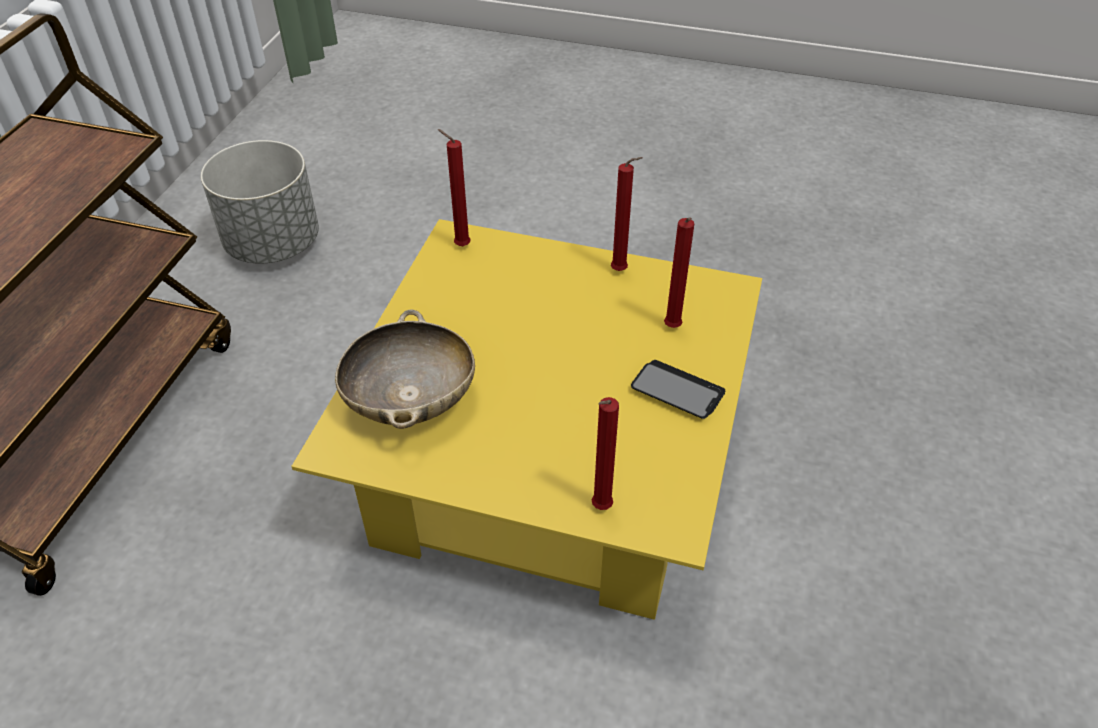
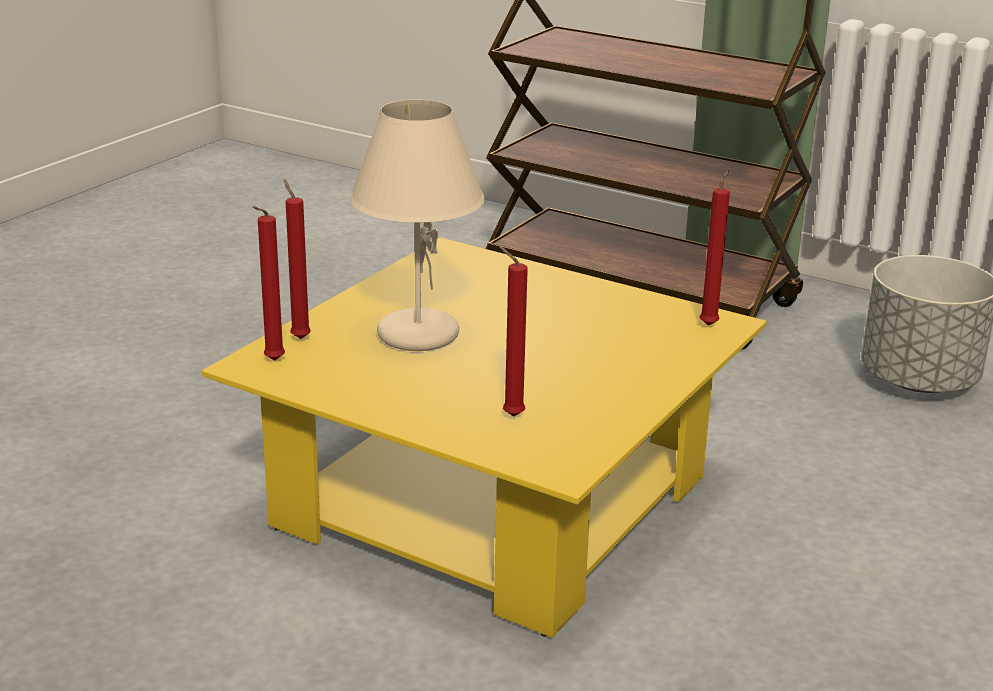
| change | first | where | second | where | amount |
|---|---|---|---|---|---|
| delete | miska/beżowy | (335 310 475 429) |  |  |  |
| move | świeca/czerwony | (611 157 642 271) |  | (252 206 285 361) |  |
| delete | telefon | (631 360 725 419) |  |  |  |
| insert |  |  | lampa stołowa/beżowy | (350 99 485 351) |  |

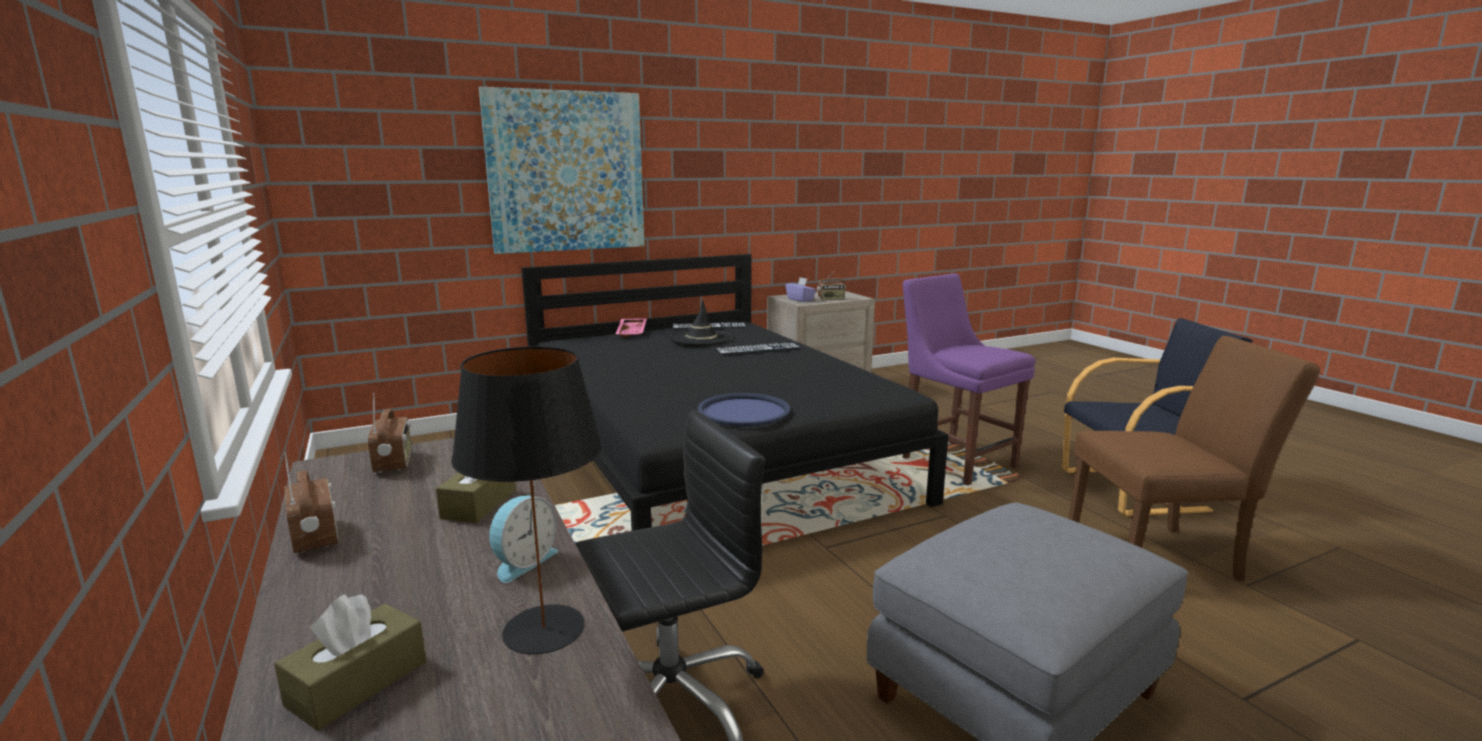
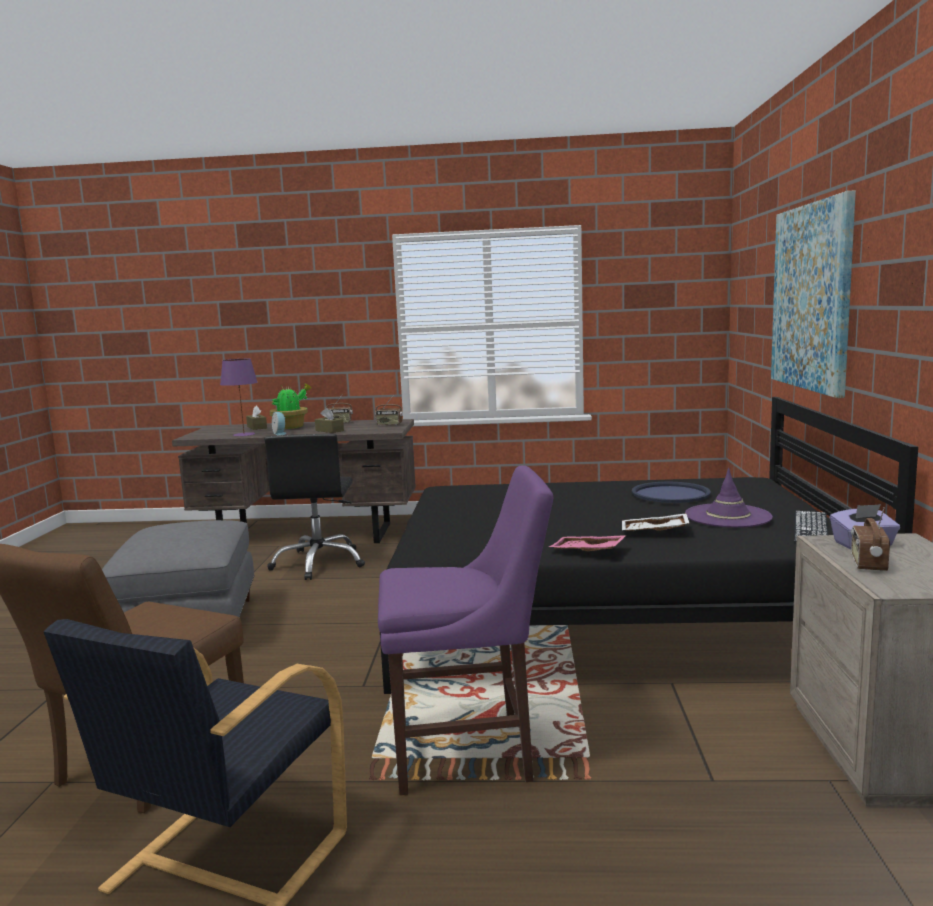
| change | first | where | second | where | amount |
|---|---|---|---|---|---|
| recolor | lampa stołowa/czarny | (451 346 602 654) | lampa stołowa/fioletowy | (220 359 258 437) |  |
| move | taca/różowy | (616 318 647 337) |  | (549 535 627 551) |  |
| recolor | kapelusz/czarny | (670 301 733 345) | kapelusz/fioletowy | (685 468 773 528) |  |
| move | taca/niebieski | (697 393 790 426) |  | (632 482 711 503) |  |
| replace | klawiatura | (715 342 800 355) | taca/biały | (622 513 689 531) |  |
| insert |  |  | roślina doniczkowa | (270 383 312 429) |  |

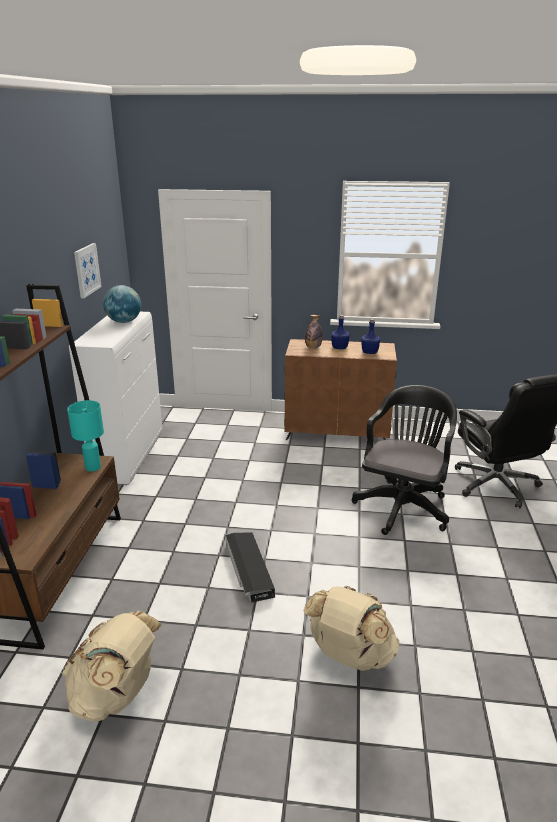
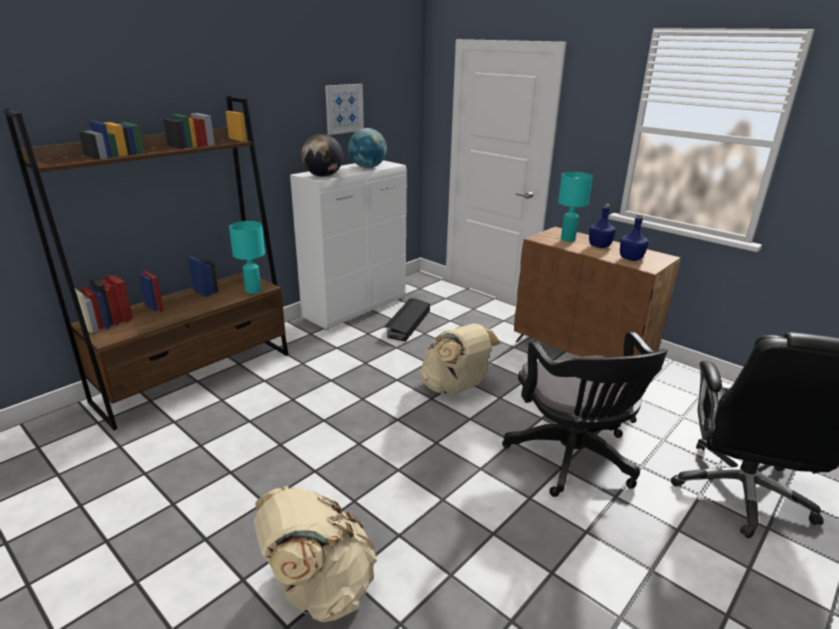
| change | first | where | second | where | amount |
|---|---|---|---|---|---|
| move | plecak/beżowy | (62 611 162 722) |  | (420 323 501 395) |  |
| move | pojemnik do przechowywania/czarny | (226 532 275 603) |  | (383 298 430 342) |  |
| replace | butelka | (305 315 322 349) | lampa stołowa/turkusowy | (558 172 593 242) |  |
| rotate | krzesło biurowe/czarny | (352 385 457 535) |  | (502 332 668 497) | 105 degrees clockwise |
| insert |  |  | globus | (301 134 343 177) |  |

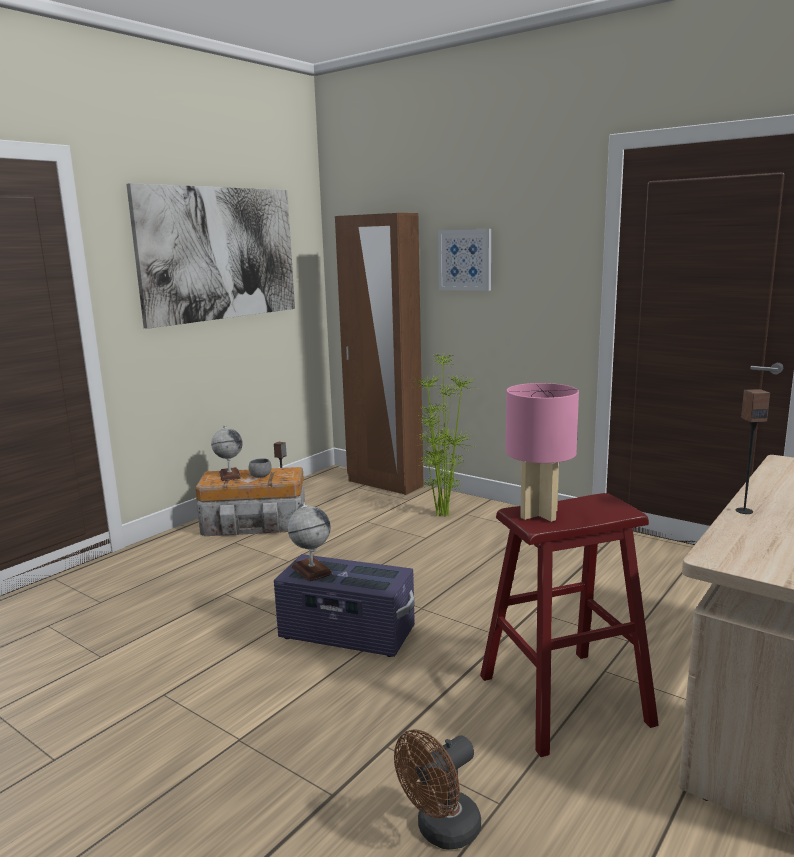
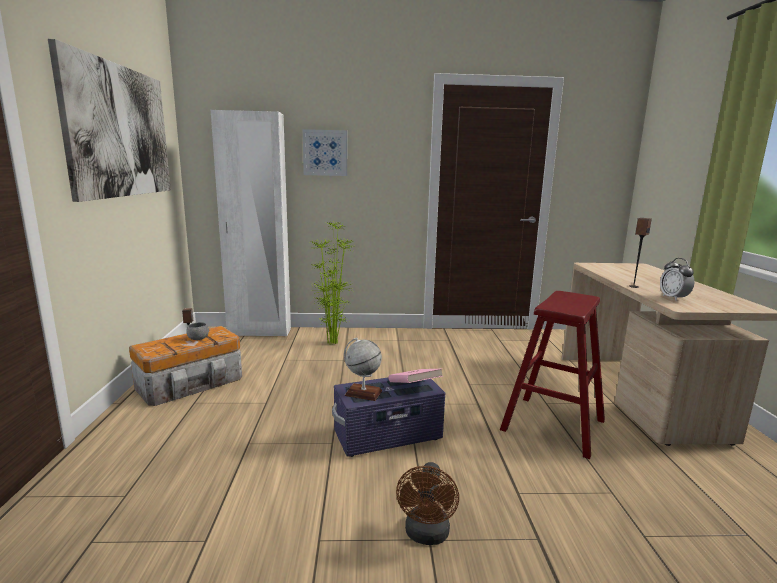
| change | first | where | second | where | amount |
|---|---|---|---|---|---|
| delete | globus | (211 425 243 481) |  |  |  |
| recolor | szafa/brązowy | (335 213 423 495) | szafa/biały | (211 110 291 336) |  |
| move | wentylator/brązowy | (394 729 481 849) |  | (396 462 459 545) |  |
| delete | lampa stołowa/różowy | (506 383 579 522) |  |  |  |
| insert |  |  | książka/różowy | (388 369 443 383) |  |
| insert |  |  | budzik | (660 258 695 301) |  |

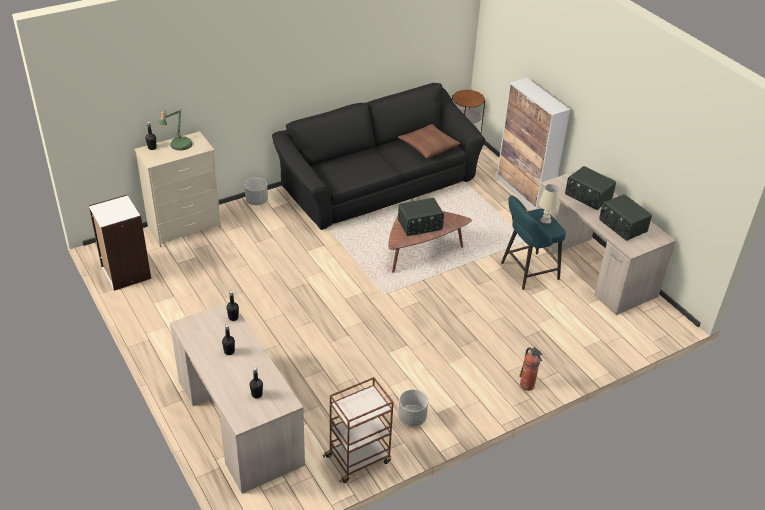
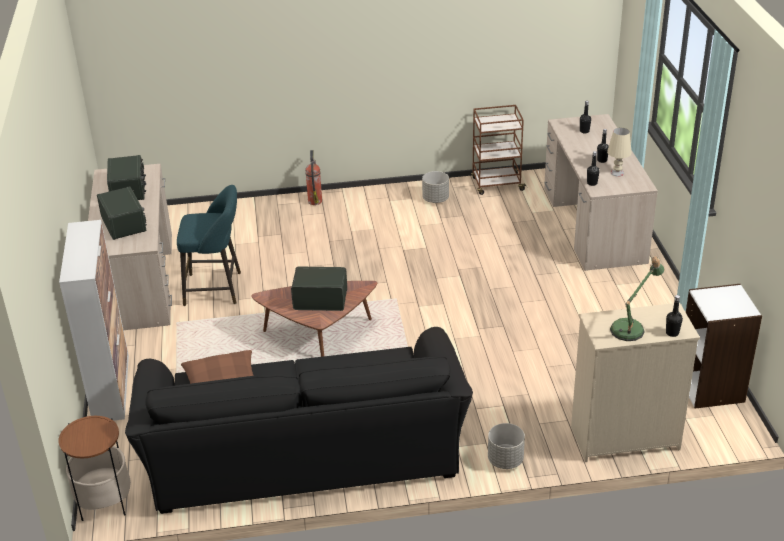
| change | first | where | second | where | amount |
|---|---|---|---|---|---|
| move | lampa stołowa/beżowy | (539 184 559 224) |  | (607 128 631 177) |  |

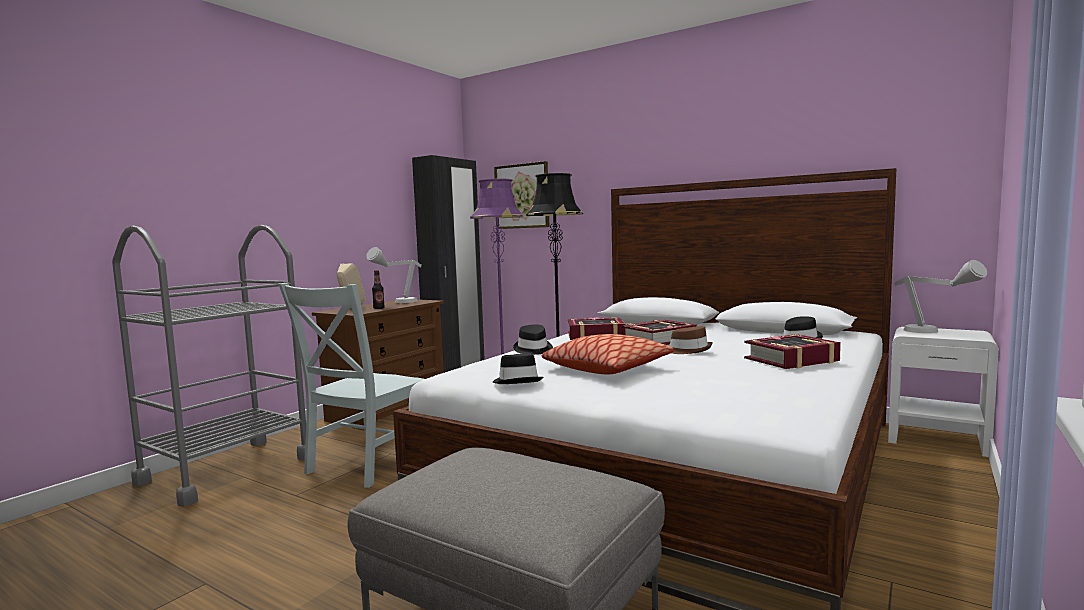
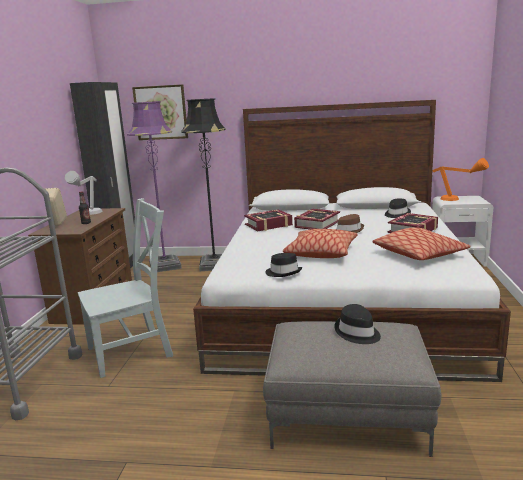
| change | first | where | second | where | amount |
|---|---|---|---|---|---|
| rotate | krzesło/szary | (279 283 424 488) |  | (78 198 173 378) | 120 degrees counterclockwise |
| move | kapelusz/czarny | (513 324 553 355) |  | (334 304 381 344) |  |
| recolor | lampa stołowa/szary | (894 260 987 333) | lampa stołowa/pomarańczowy | (432 158 489 201) |  |
| insert |  |  | poduszka | (372 227 471 260) |  |

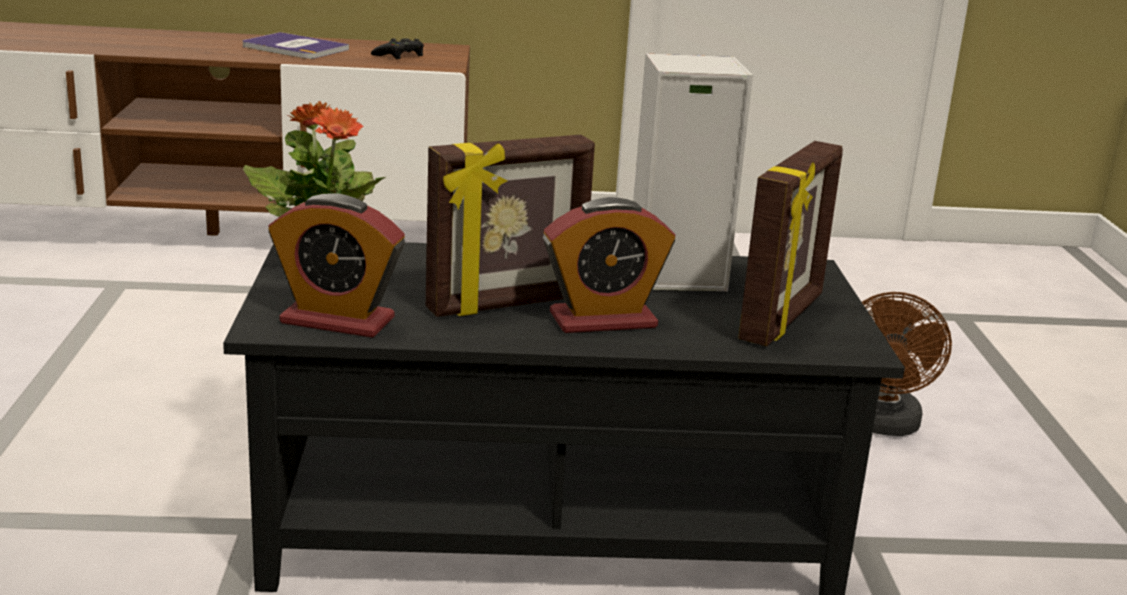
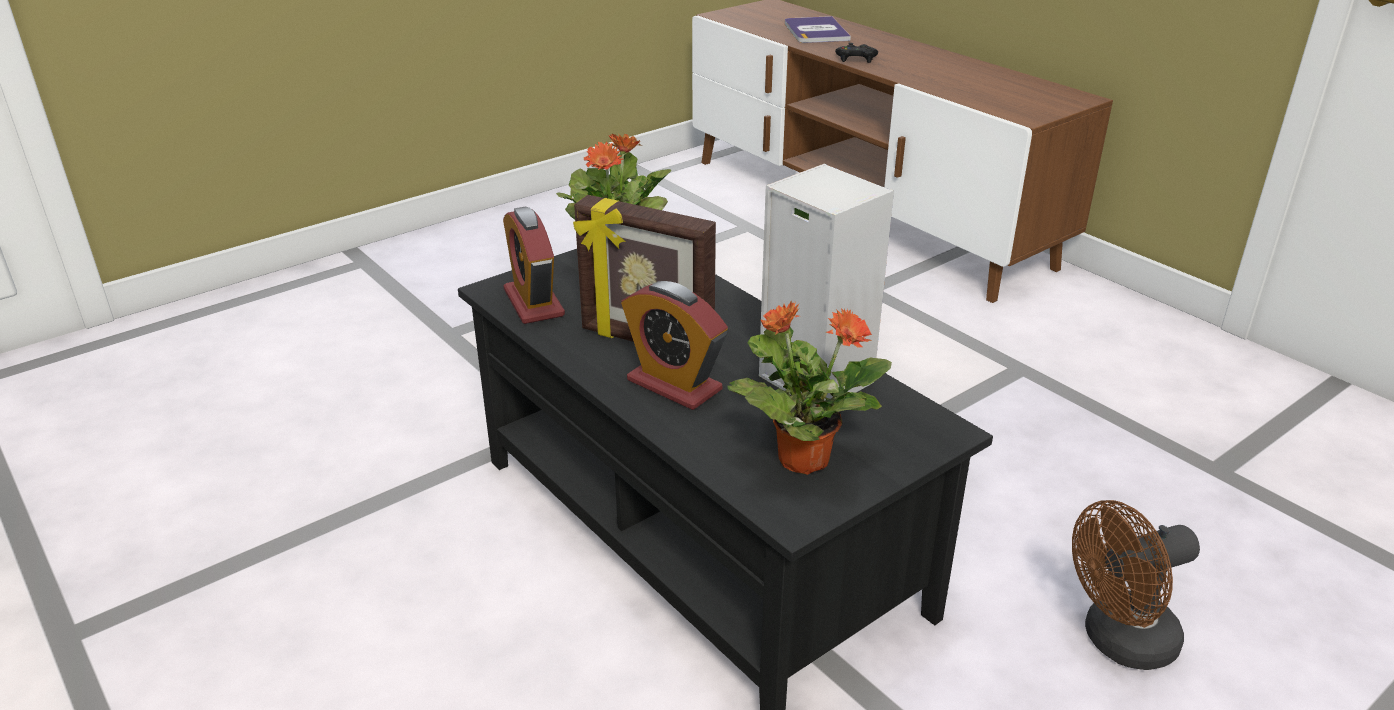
| change | first | where | second | where | amount |
|---|---|---|---|---|---|
| move | książka | (243 32 349 59) |  | (785 16 851 43) |  |
| move | pad do gier/czarny | (371 38 424 60) |  | (835 43 878 63) |  |
| replace | ramka na zdjęcie | (738 141 843 346) | roślina doniczkowa | (727 301 892 475) |  |

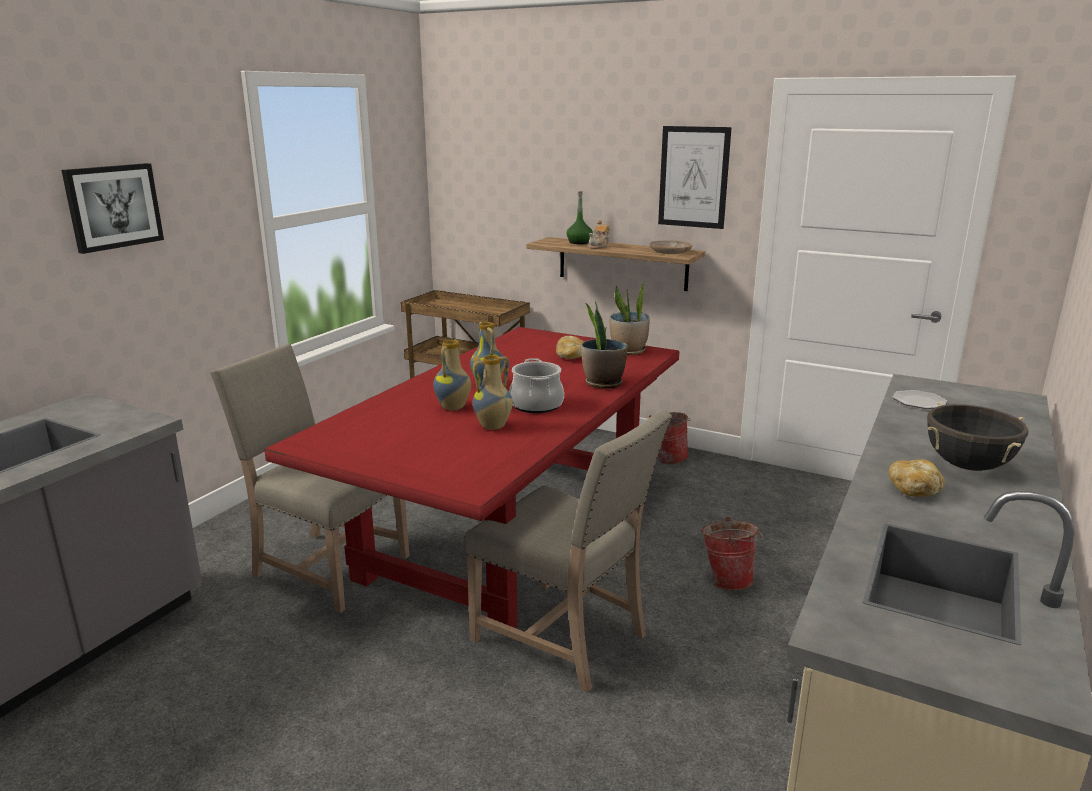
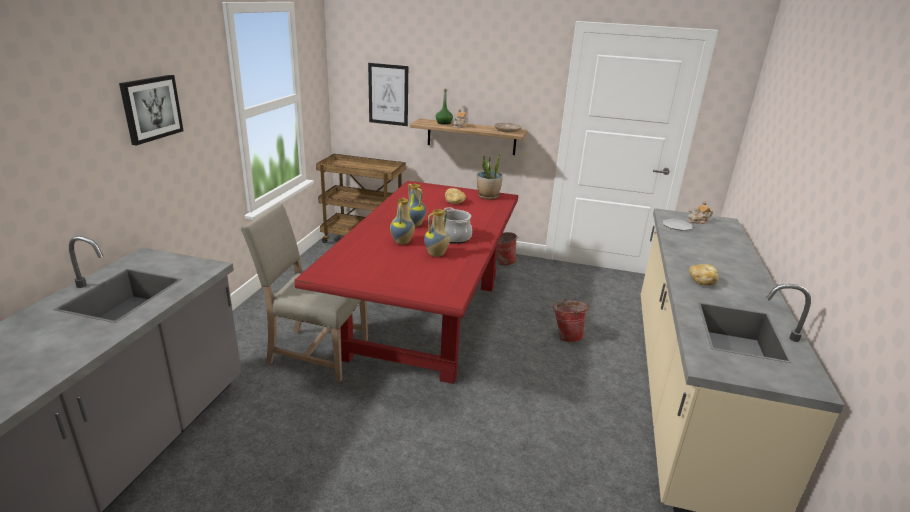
| change | first | where | second | where | amount |
|---|---|---|---|---|---|
| delete | krzesło/beżowy | (464 410 672 692) |  |  |  |
| delete | roślina doniczkowa | (581 301 628 389) |  |  |  |
| move | obraz | (658 126 732 229) |  | (368 63 408 126) |  |
| delete | garnek/czarny | (927 403 1029 471) |  |  |  |
| insert |  |  | imbryk | (688 201 713 224) |  |

